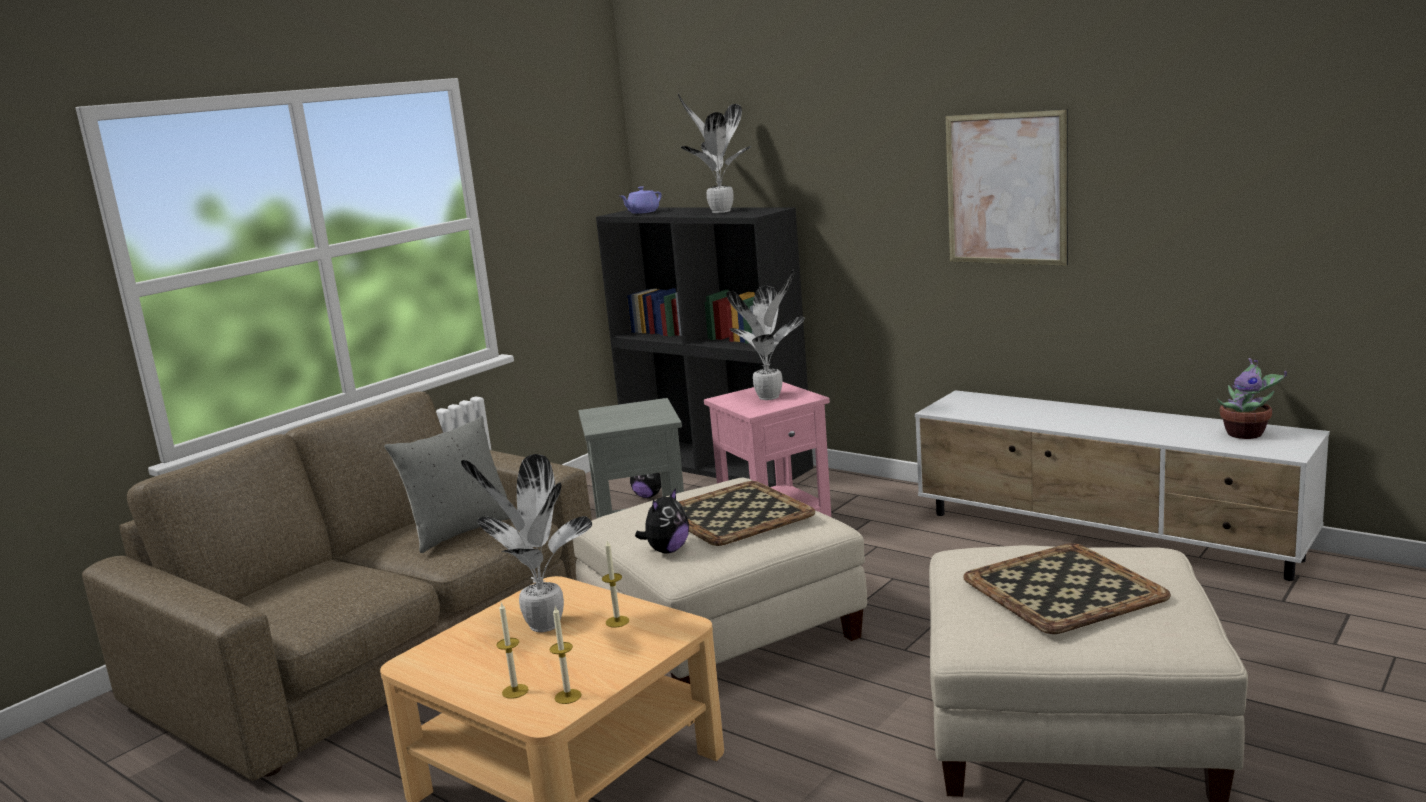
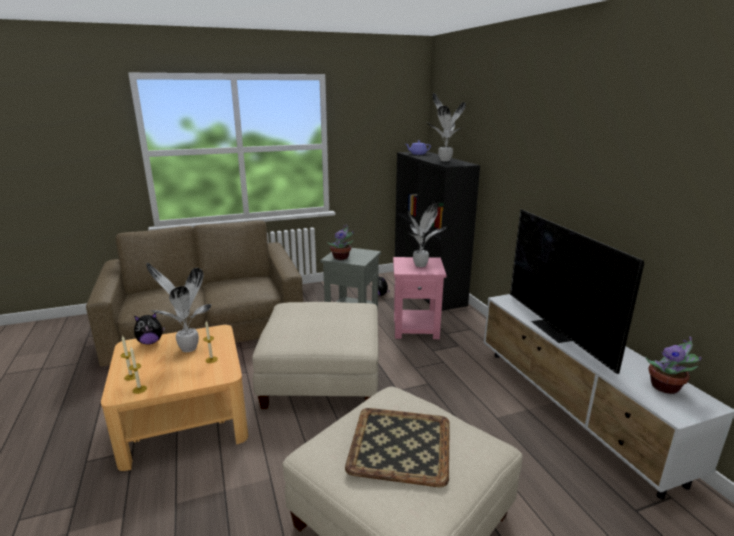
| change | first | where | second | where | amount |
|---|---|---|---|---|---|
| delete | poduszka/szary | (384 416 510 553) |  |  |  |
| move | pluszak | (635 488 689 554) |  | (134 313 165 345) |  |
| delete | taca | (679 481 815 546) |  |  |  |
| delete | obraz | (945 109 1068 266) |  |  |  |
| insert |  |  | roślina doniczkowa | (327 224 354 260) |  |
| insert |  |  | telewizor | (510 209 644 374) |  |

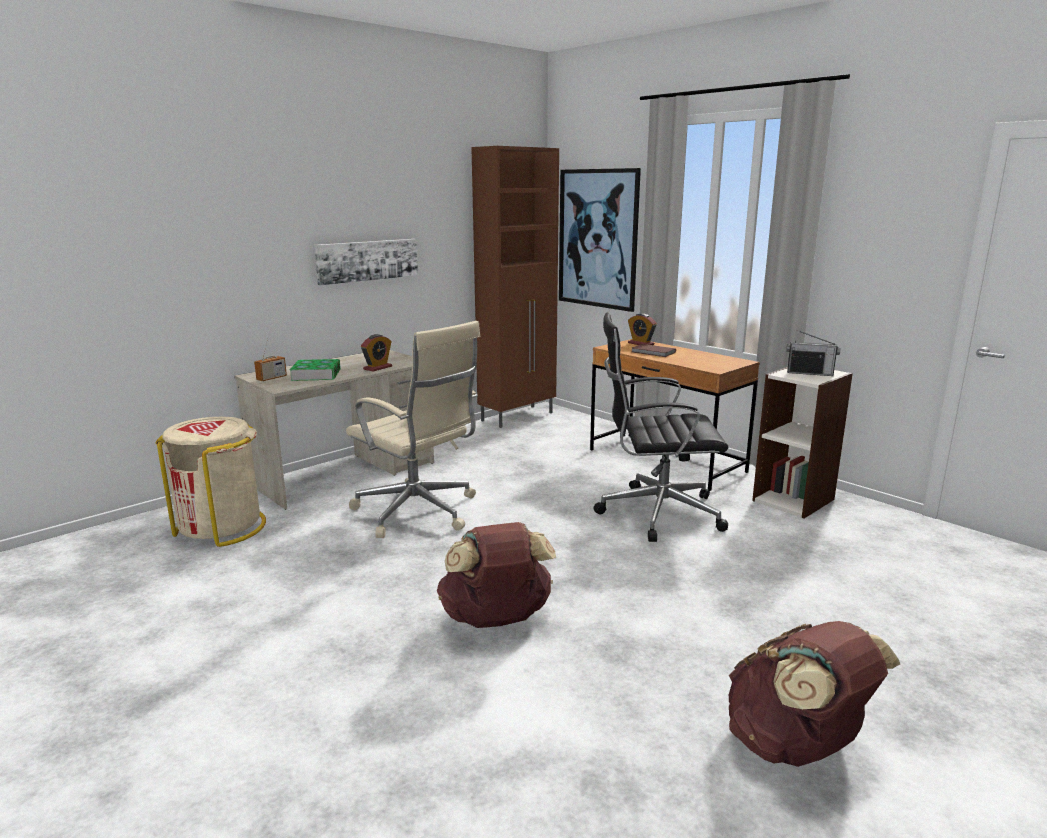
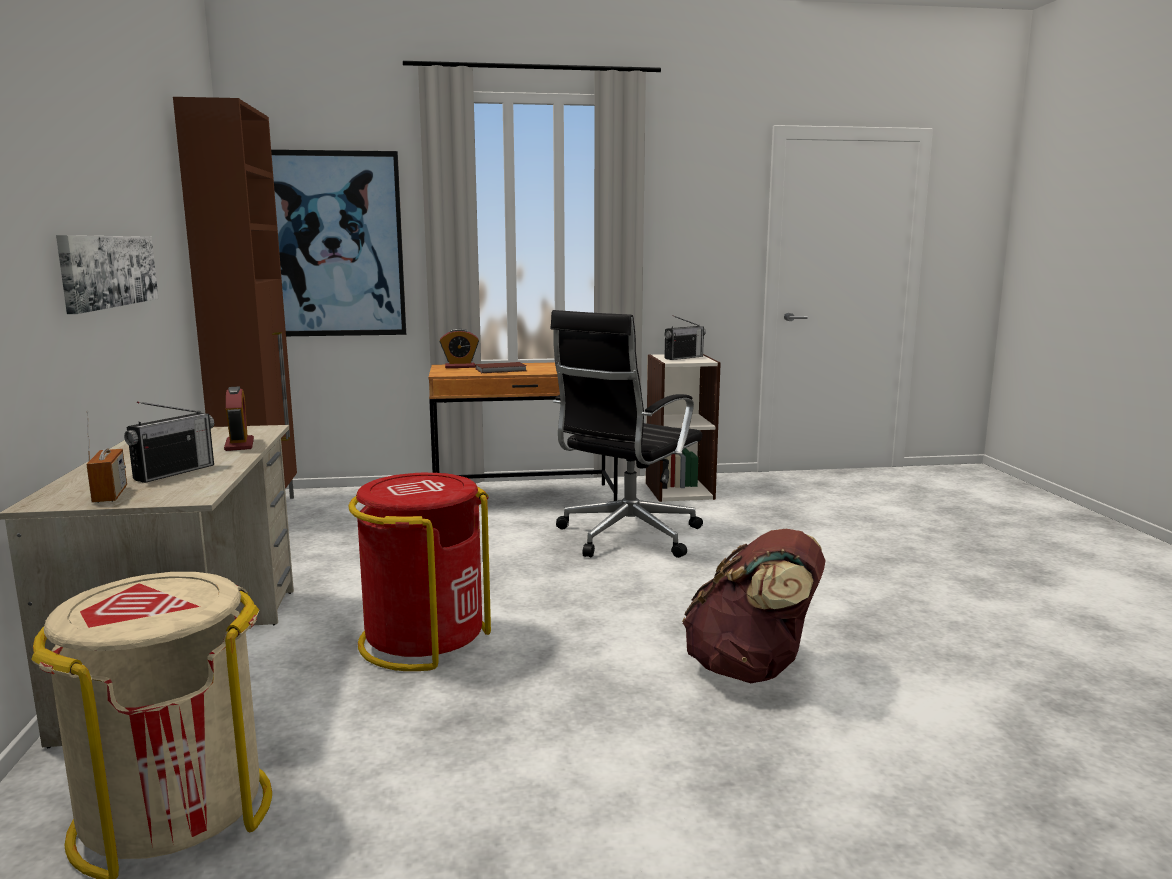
| change | first | where | second | where | amount |
|---|---|---|---|---|---|
| replace | książka | (290 359 341 381) | radio | (124 401 214 483) |  |
| replace | krzesło biurowe/beżowy | (346 321 480 538) | kosz na śmieci/czerwony | (348 472 491 671) |  |
| delete | plecak/brązowy | (729 621 900 767) |  |  |  |

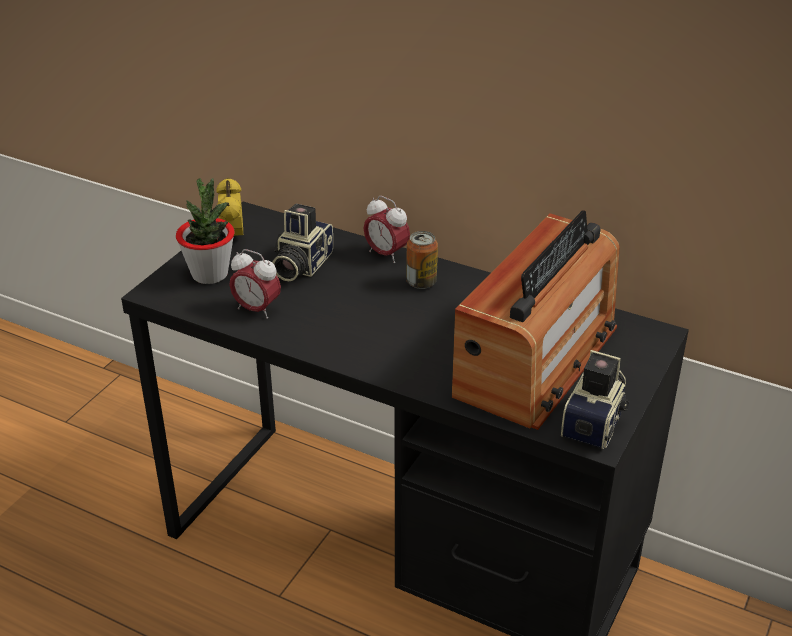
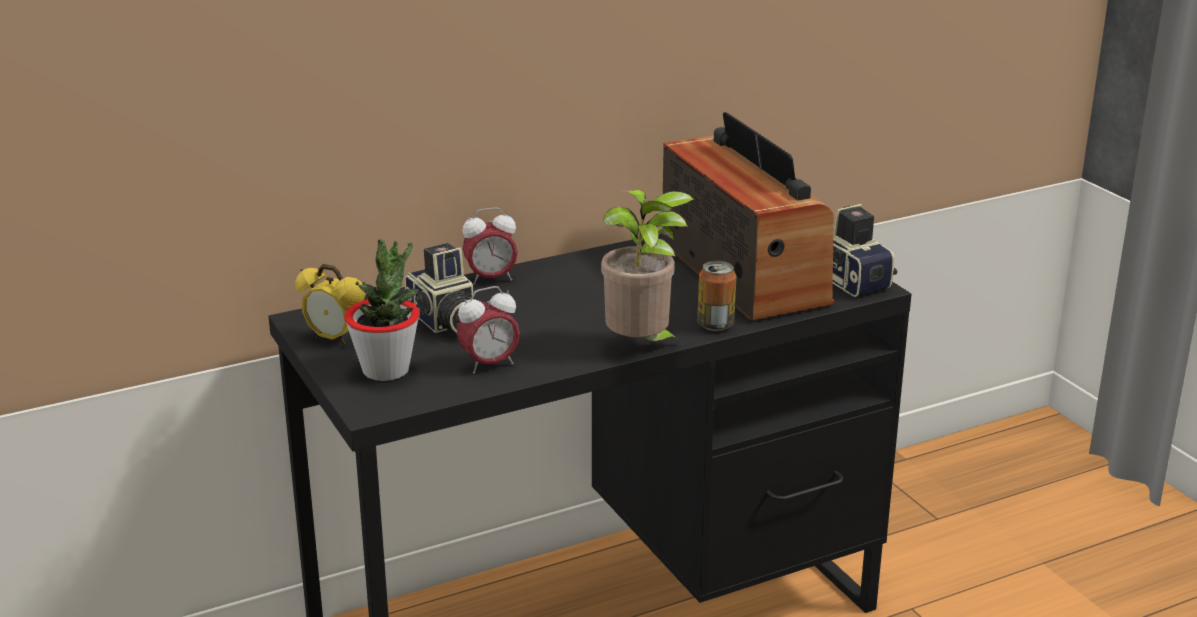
| change | first | where | second | where | amount |
|---|---|---|---|---|---|
| move | puszka | (406 231 438 289) |  | (697 261 736 331) |  |
| insert |  |  | roślina doniczkowa | (601 190 694 342) |  |

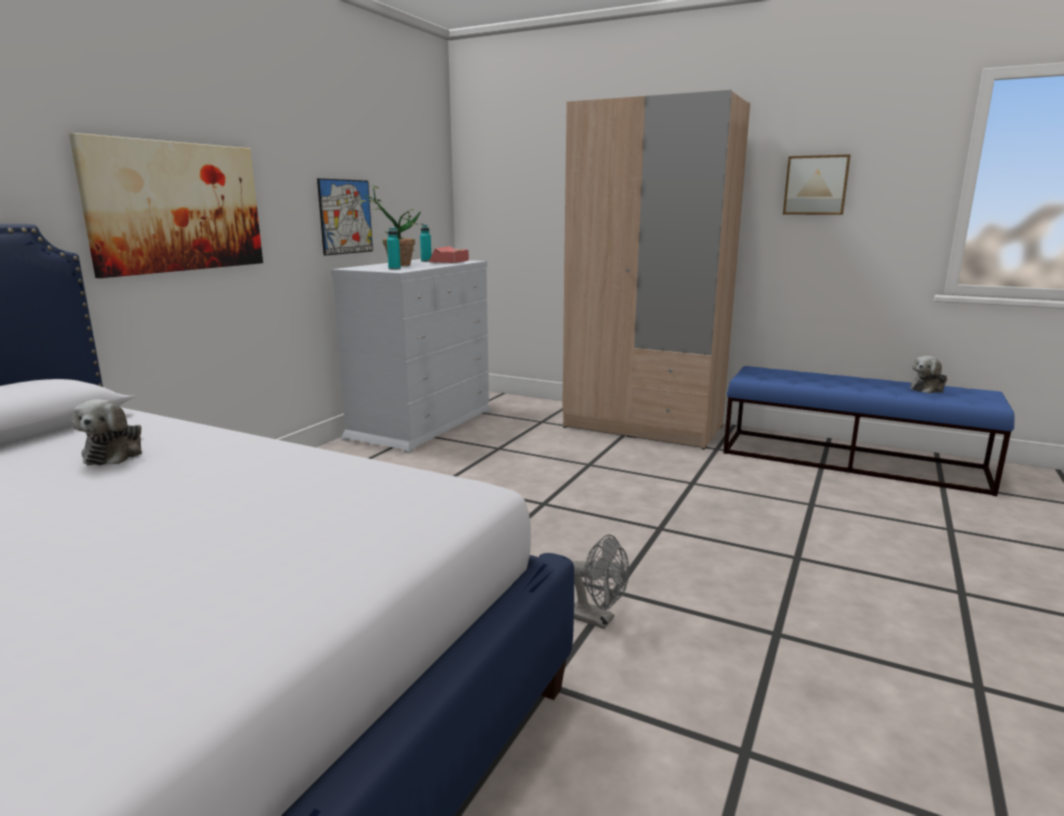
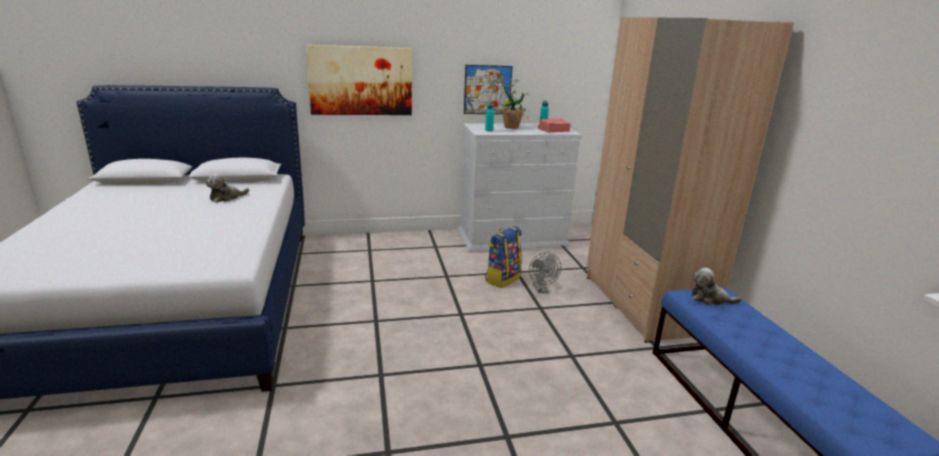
| change | first | where | second | where | amount |
|---|---|---|---|---|---|
| move | wentylator/szary | (572 534 629 629) |  | (529 252 561 293) |  |
| delete | obraz | (783 154 851 215) |  |  |  |
| move | pluszak | (910 356 947 394) |  | (692 267 742 305) |  |
| insert |  |  | plecak | (485 226 522 288) |  |

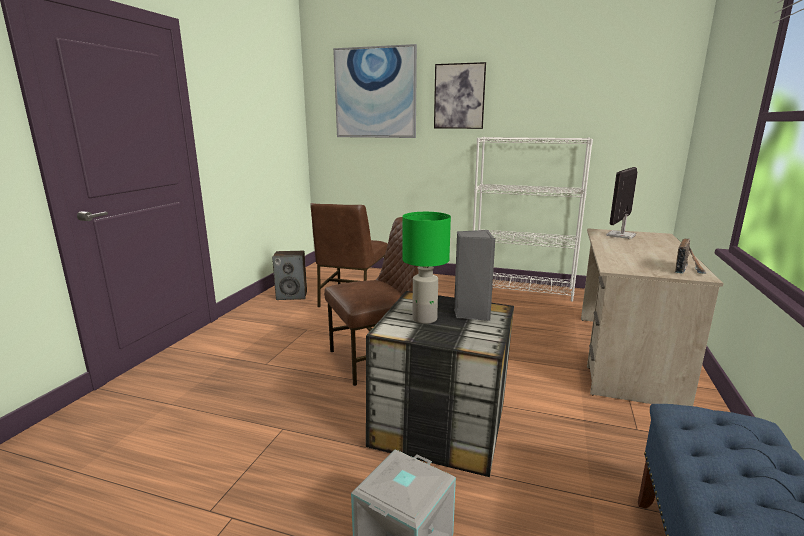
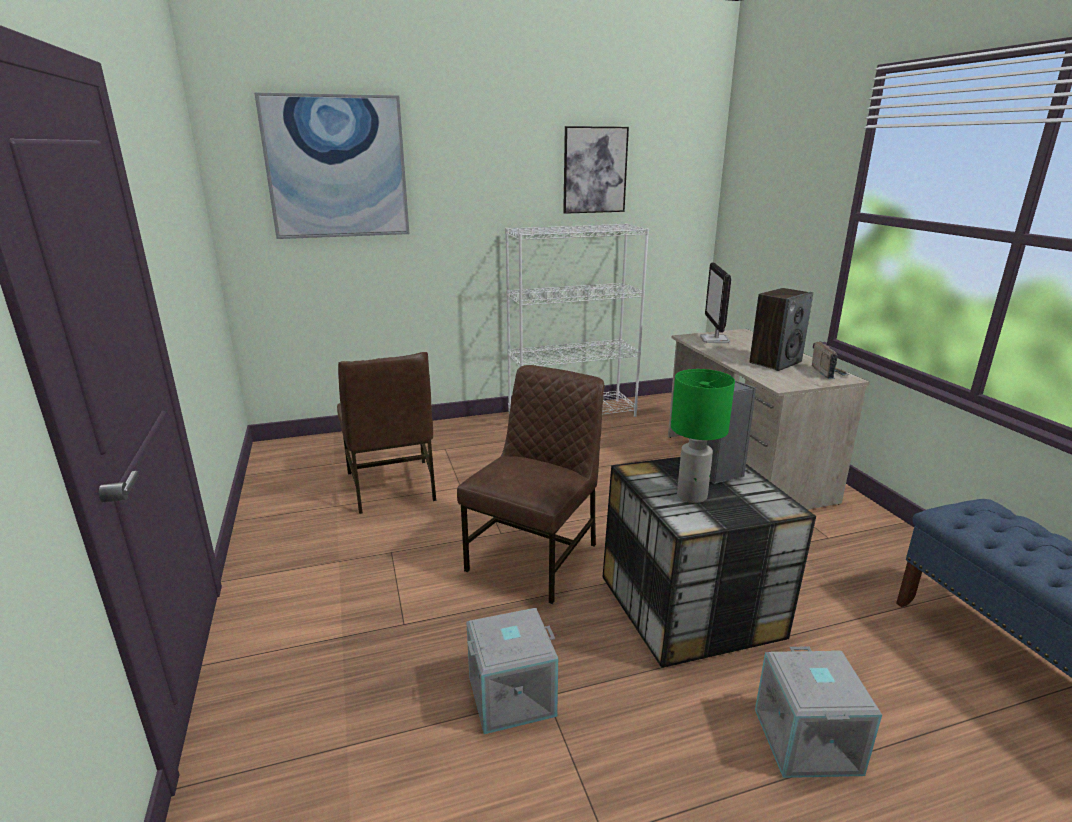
| change | first | where | second | where | amount |
|---|---|---|---|---|---|
| move | głośnik | (272 251 307 300) |  | (749 288 813 371) |  |
| move | obraz | (434 62 486 129) |  | (563 126 629 214) |  |
| insert |  |  | pojemnik do przechowywania/szary | (466 608 558 734) |  |

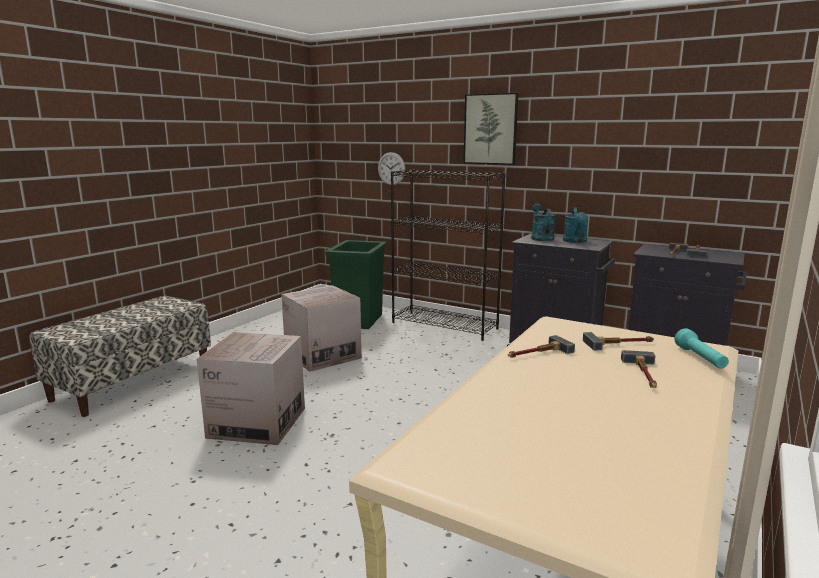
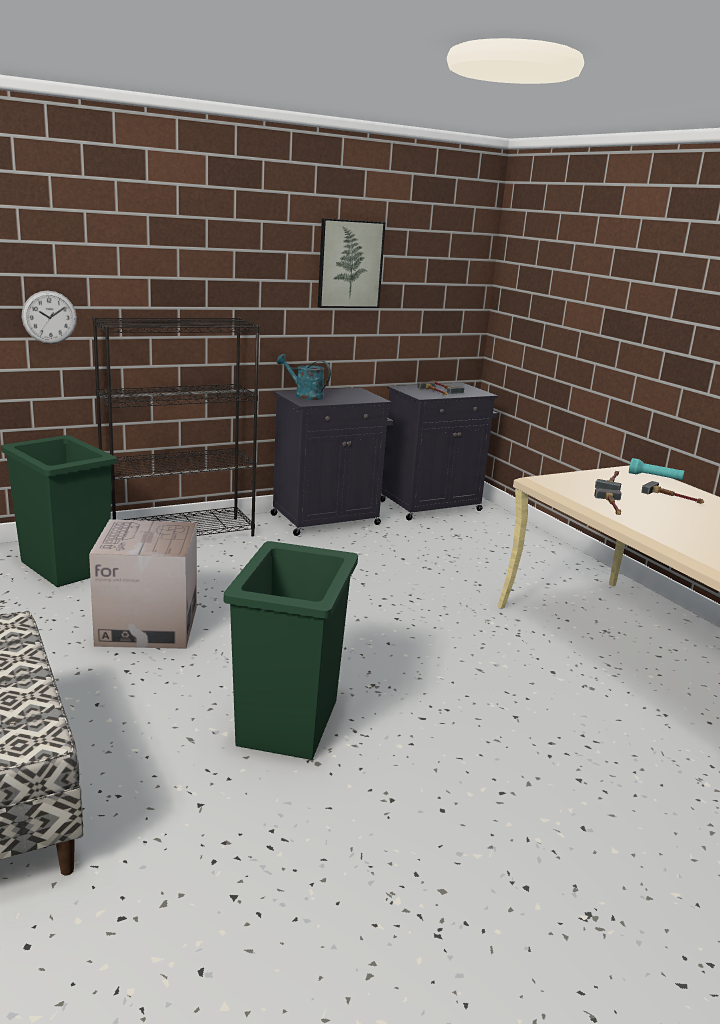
| change | first | where | second | where | amount |
|---|---|---|---|---|---|
| replace | karton | (197 332 305 445) | kosz na śmieci/zielony | (224 541 358 760) |  |
| move | obraz | (463 93 518 165) |  | (318 218 386 308) |  |
| delete | konewka/turkusowy | (563 207 588 243) |  |  |  |

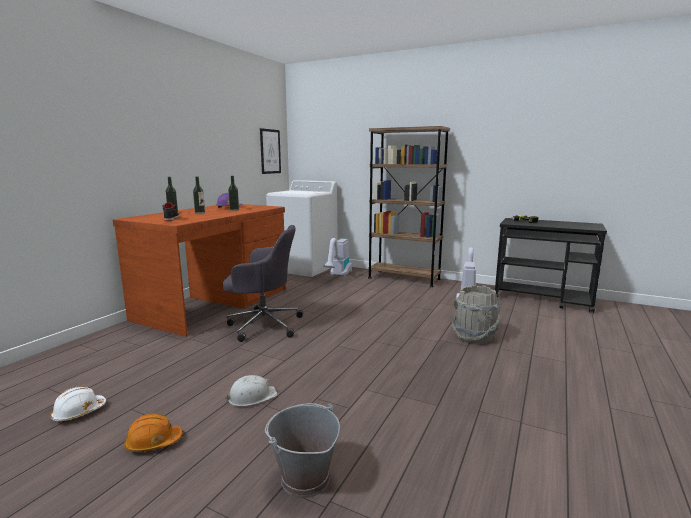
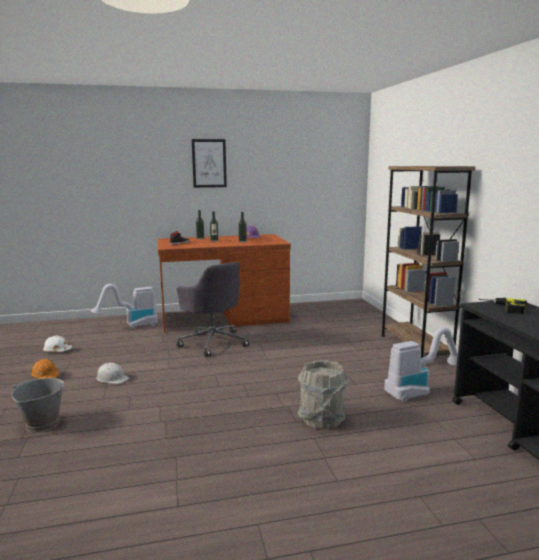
| change | first | where | second | where | amount |
|---|---|---|---|---|---|
| move | obraz | (260 128 281 174) |  | (192 139 227 188) |  |
| delete | pralka/biały | (266 180 338 277) |  |  |  |
| move | odkurzacz | (323 238 352 276) |  | (90 284 158 328) |  |

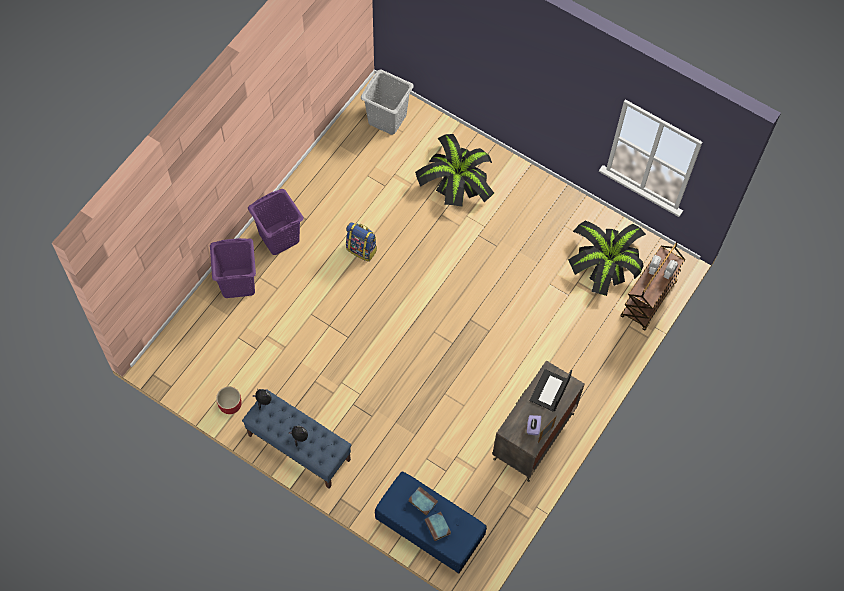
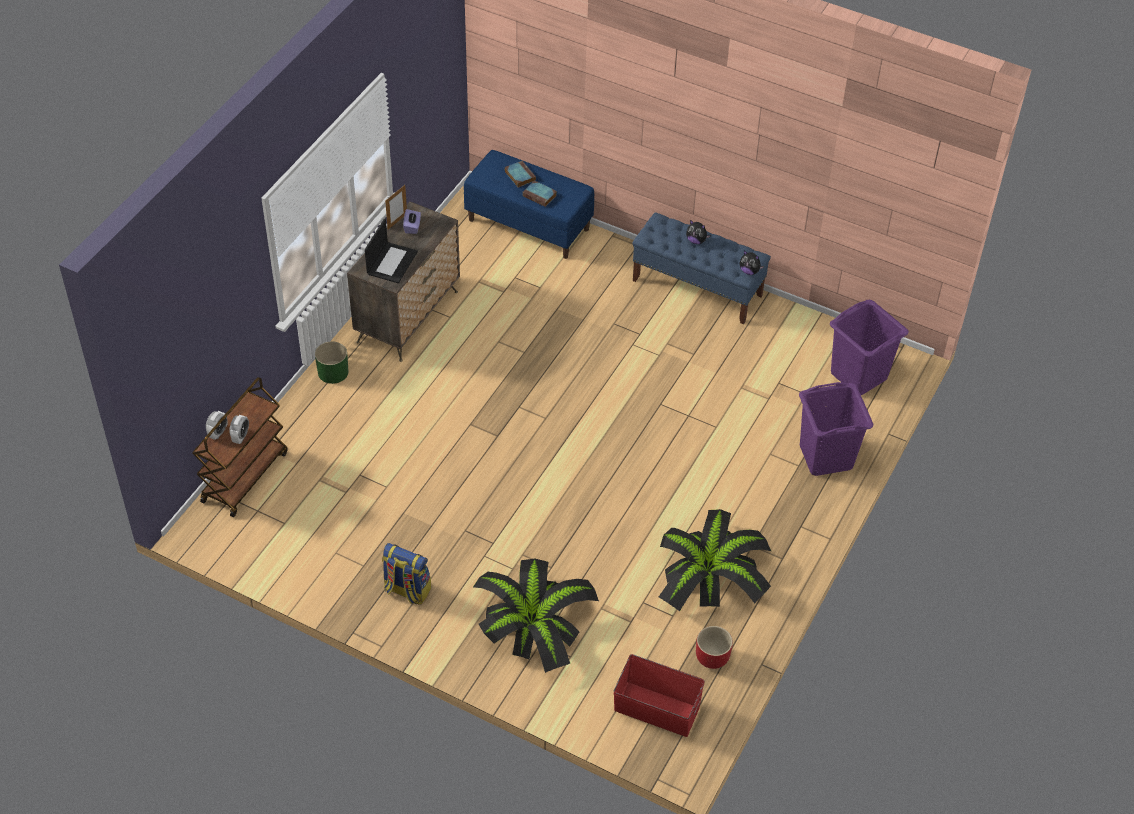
| change | first | where | second | where | amount |
|---|---|---|---|---|---|
| move | donica/czerwony | (216 387 242 414) |  | (696 626 733 669) |  |
| move | kosz na pranie/fioletowy | (248 189 303 255) |  | (830 300 909 395) |  |
| move | plecak | (346 222 377 262) |  | (382 543 431 605) |  |
| replace | kosz na pranie/szary | (361 70 414 135) | pojemnik do przechowywania/czerwony | (613 654 705 737) |  |
| move | roślina doniczkowa | (568 221 646 296) |  | (659 509 771 611) |  |
| insert |  |  | donica/zielony | (315 341 348 384) |  |

